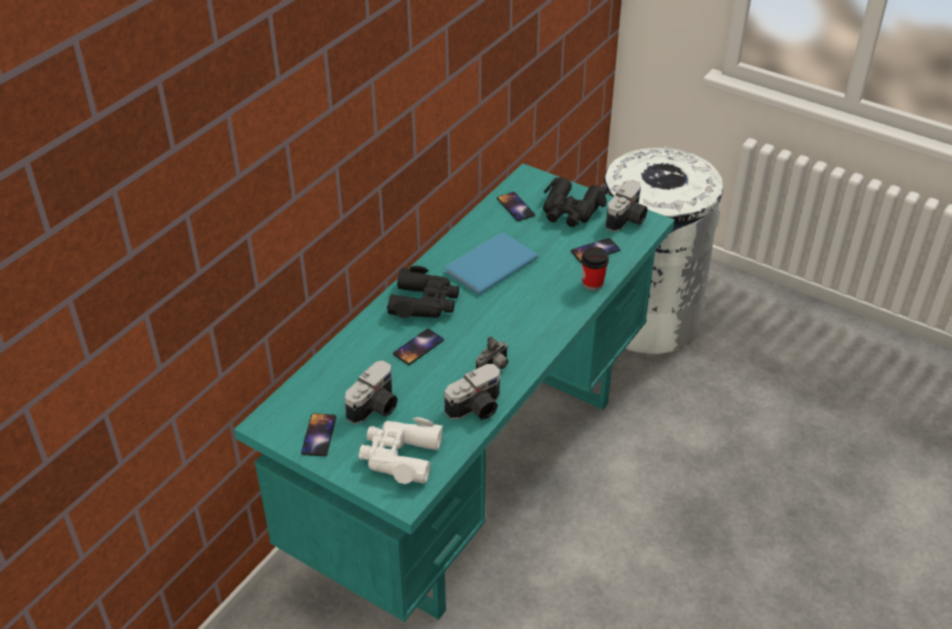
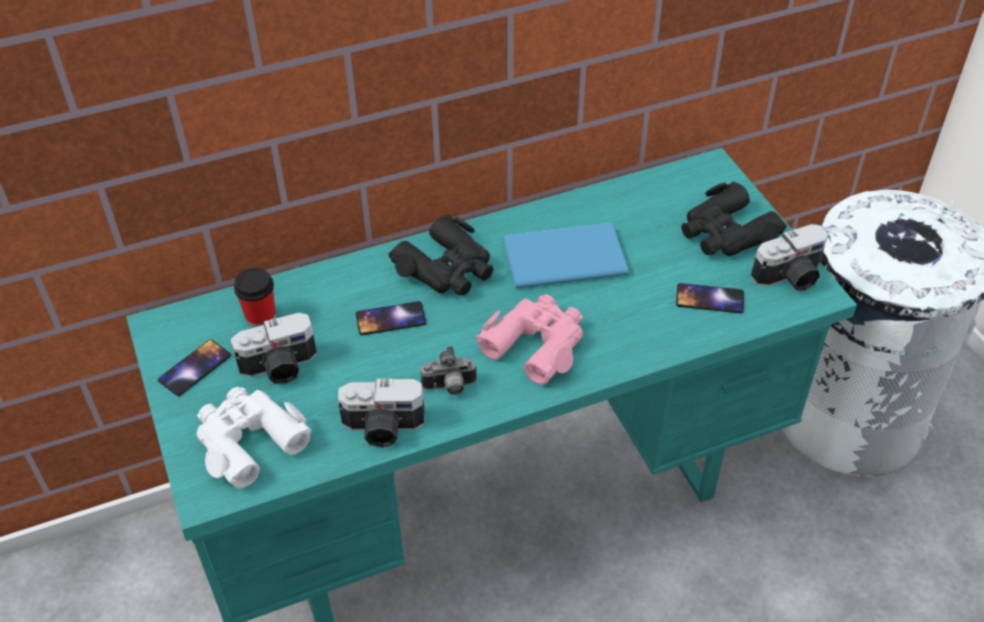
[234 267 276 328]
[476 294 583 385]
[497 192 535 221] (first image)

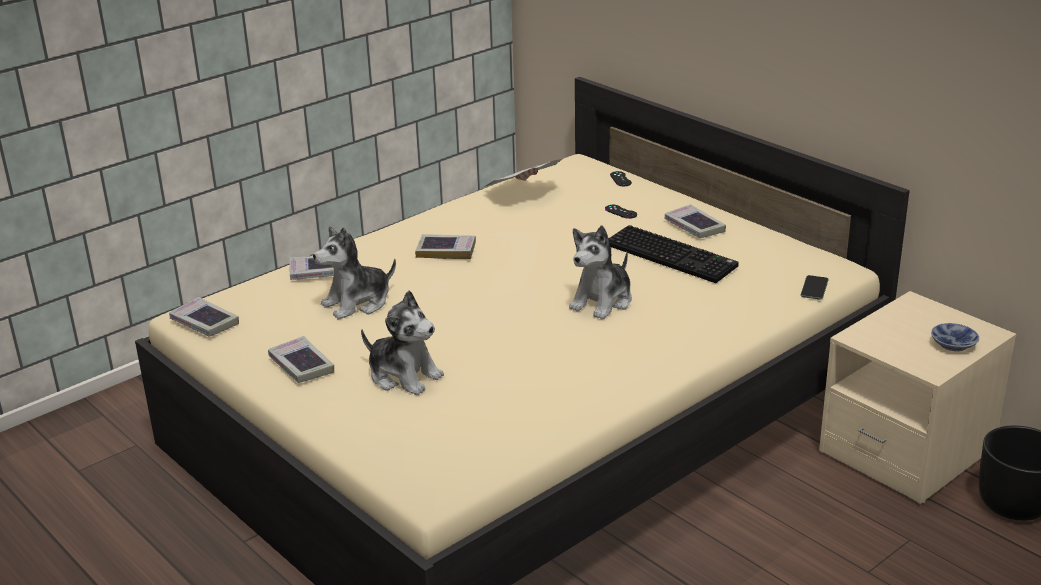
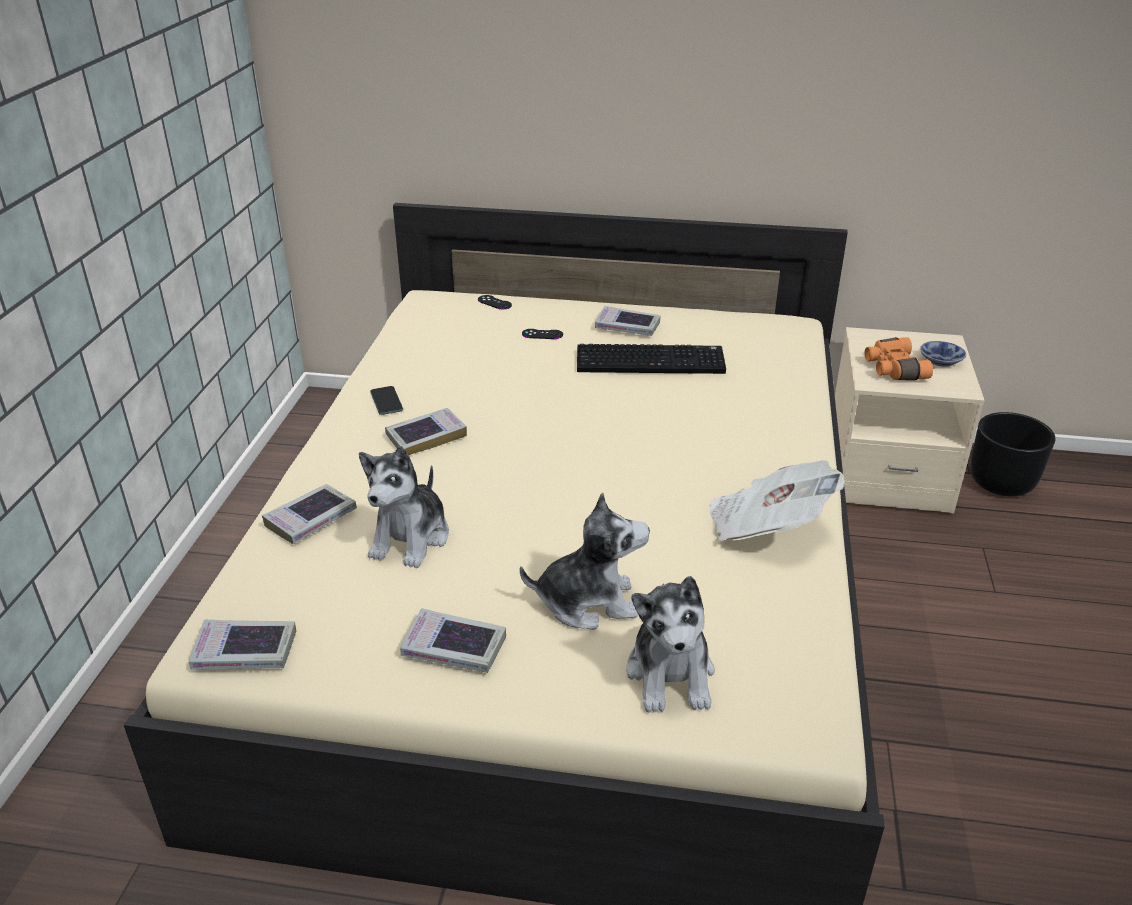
[370 386 403 415]
[626 576 715 713]
[709 460 845 542]
[865 337 933 380]

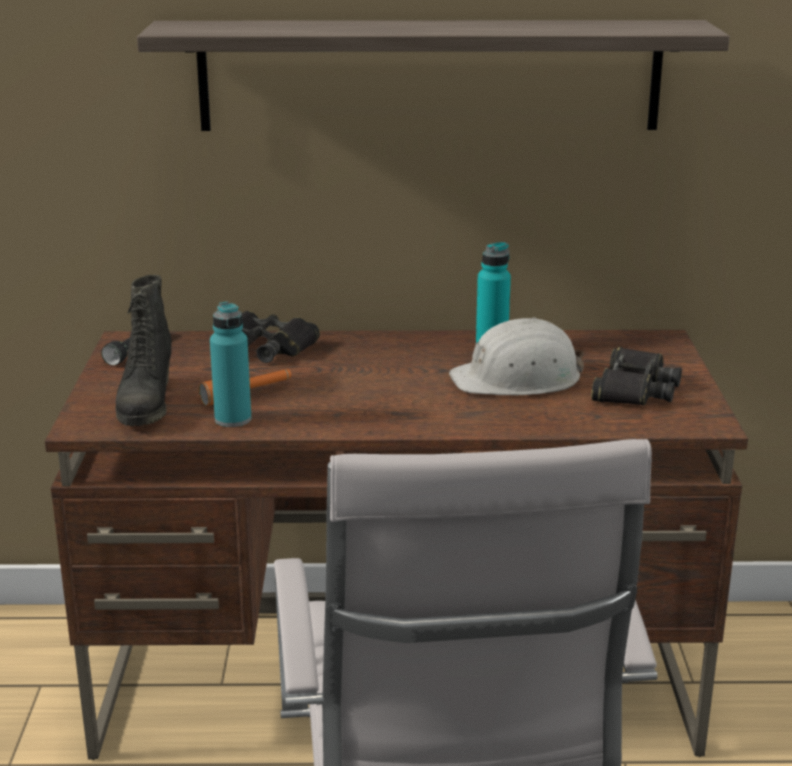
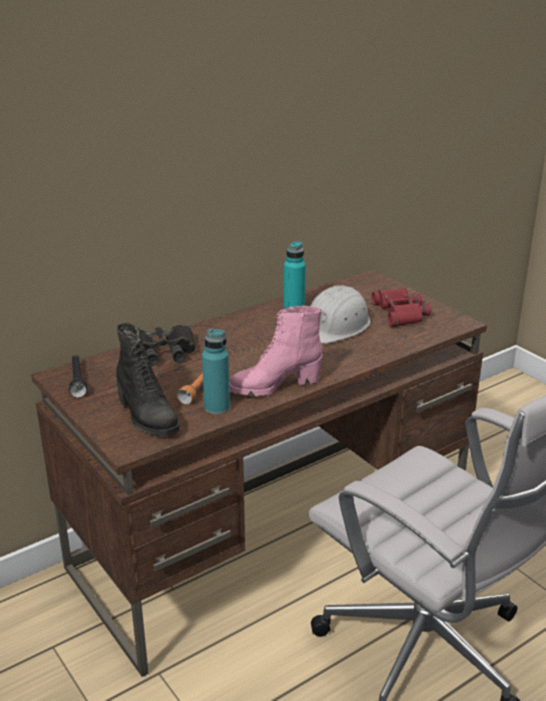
[229 306 323 397]
[371 288 431 327]
[137 20 730 131] (first image)

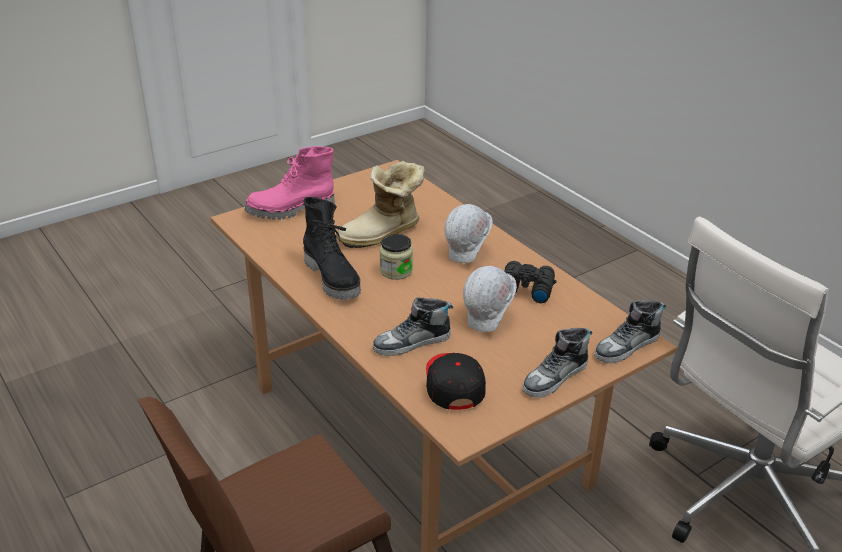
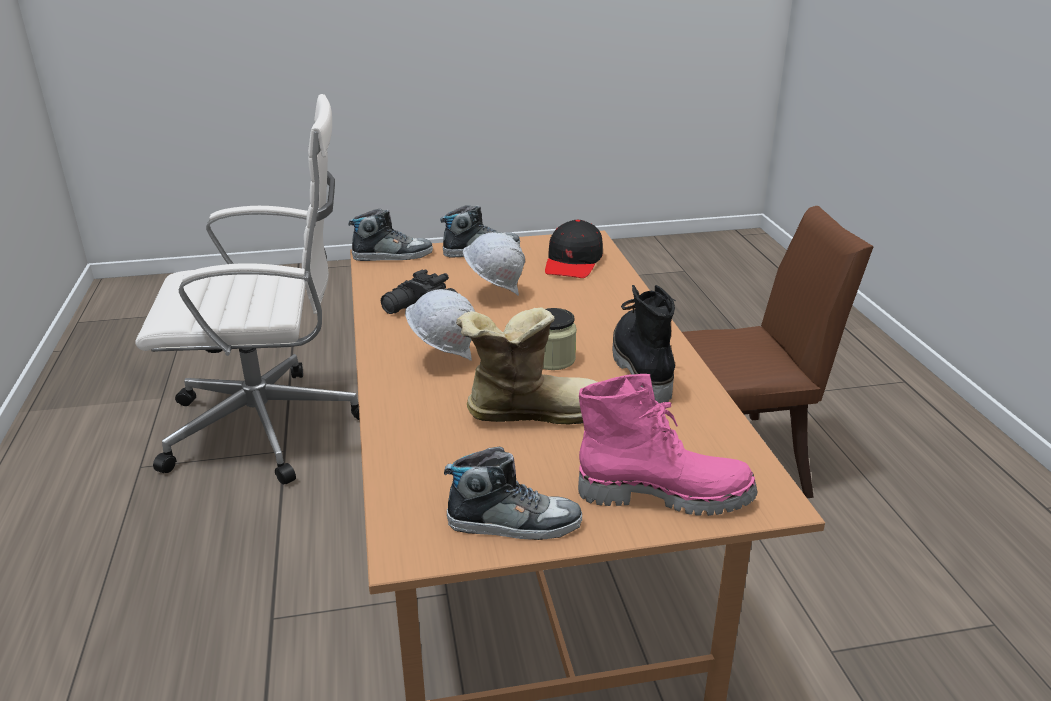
[444 447 582 540]

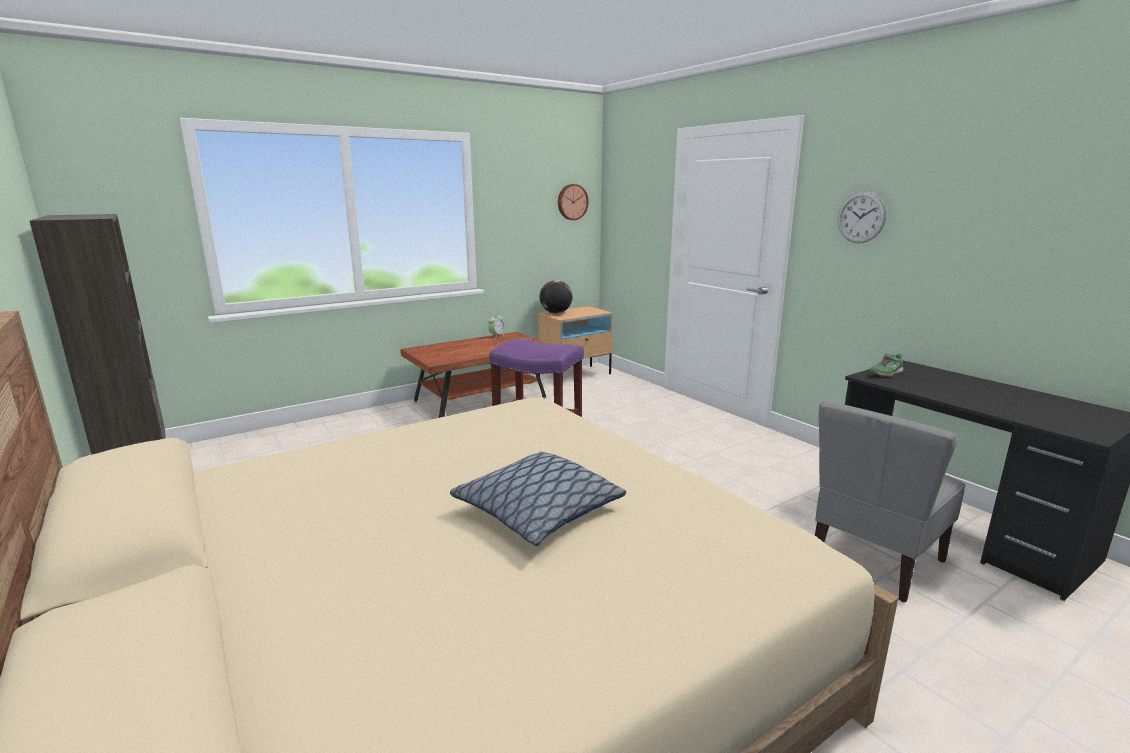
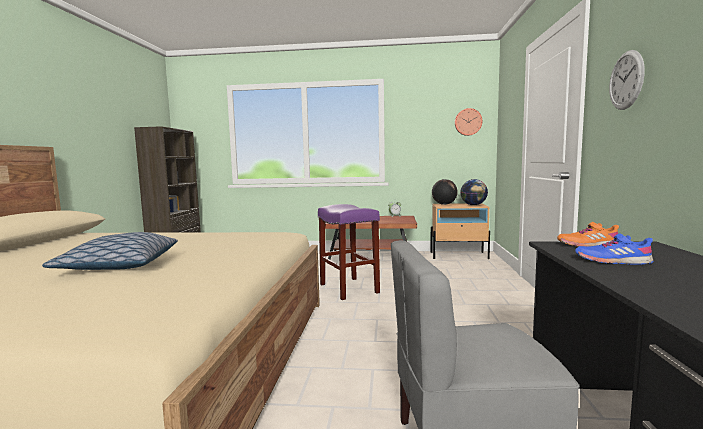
[460 179 488 205]
[557 222 619 247]
[575 233 653 265]

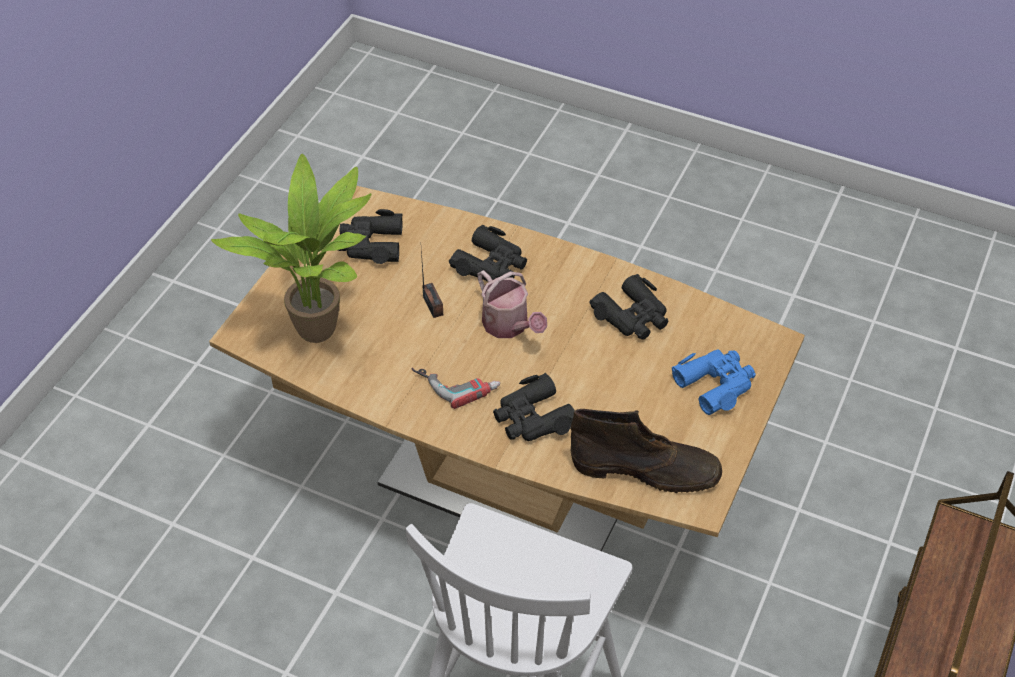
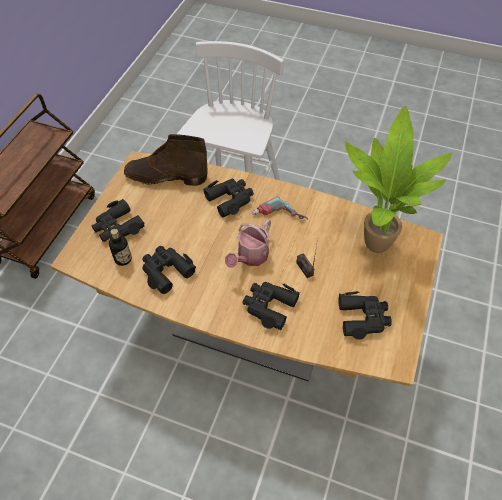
[92 199 144 242]
[109 229 132 266]
[225 219 271 268]

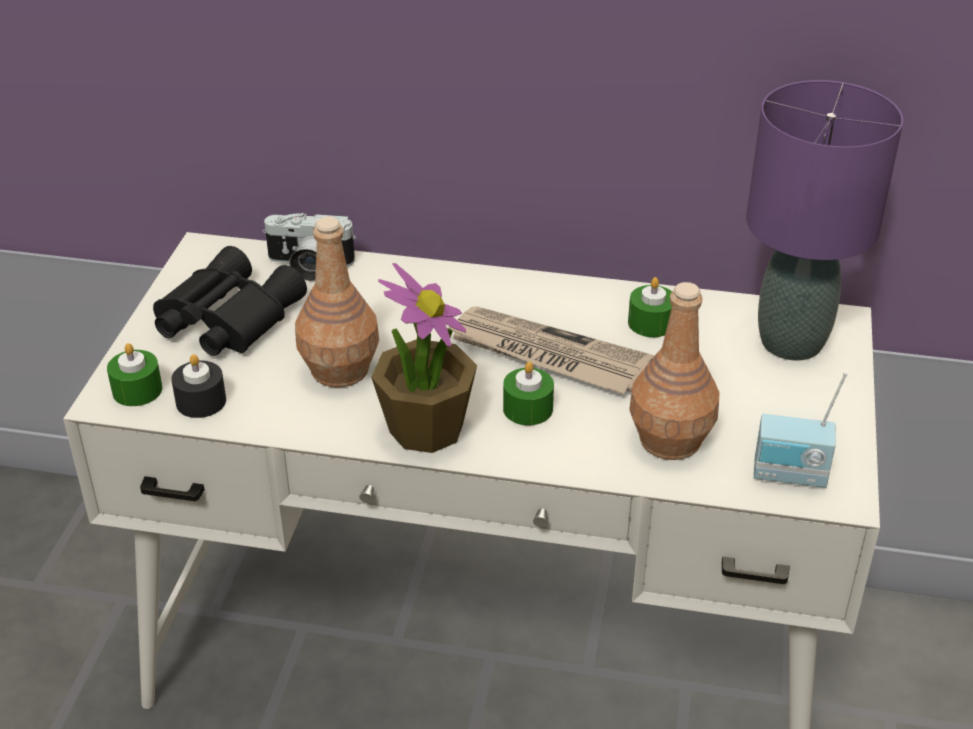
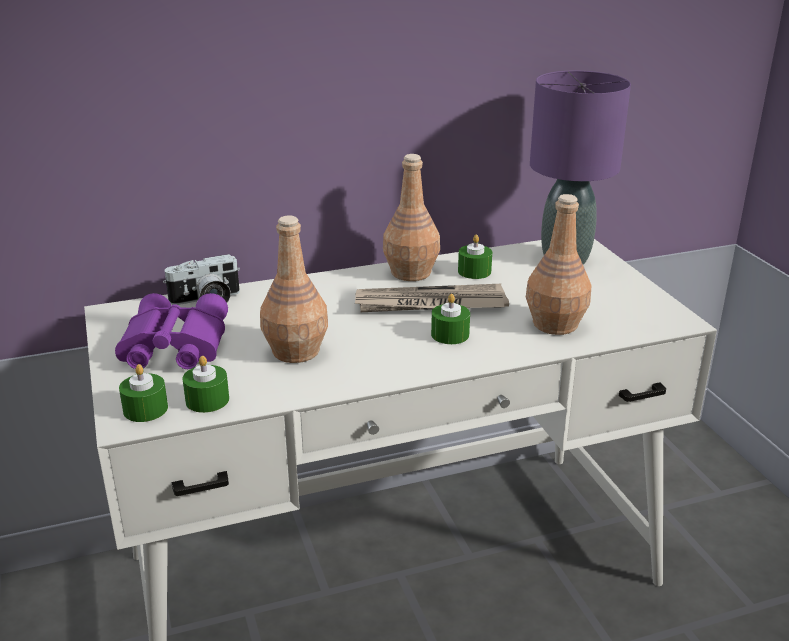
[115 293 228 369]
[183 356 229 413]
[383 154 440 281]
[371 263 477 453] (first image)
[754 372 848 488] (first image)

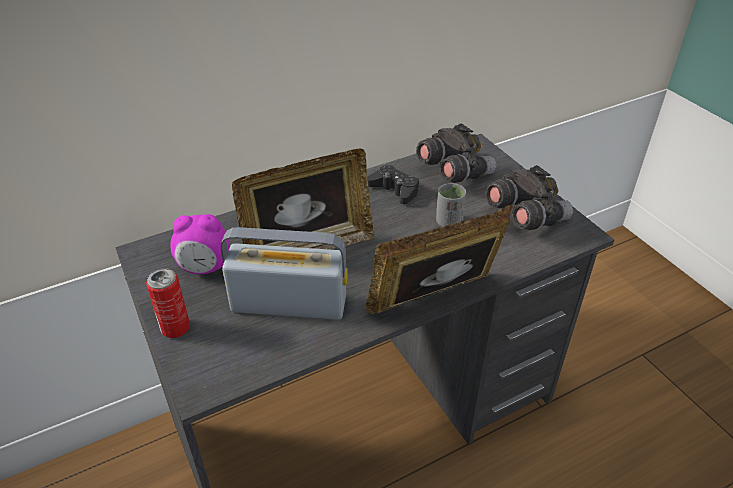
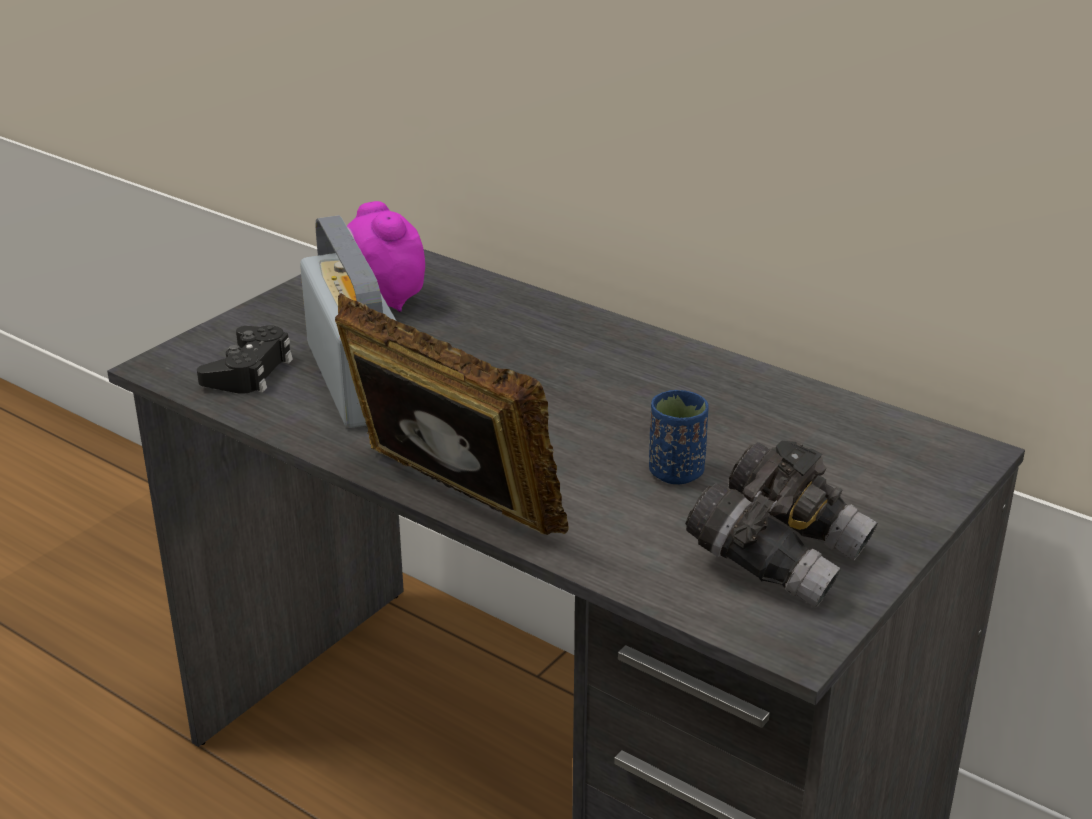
[197 325 293 394]
[649 390 709 484]
[146 268 190 338] (first image)
[232 149 374 250] (first image)
[416 123 497 183] (first image)

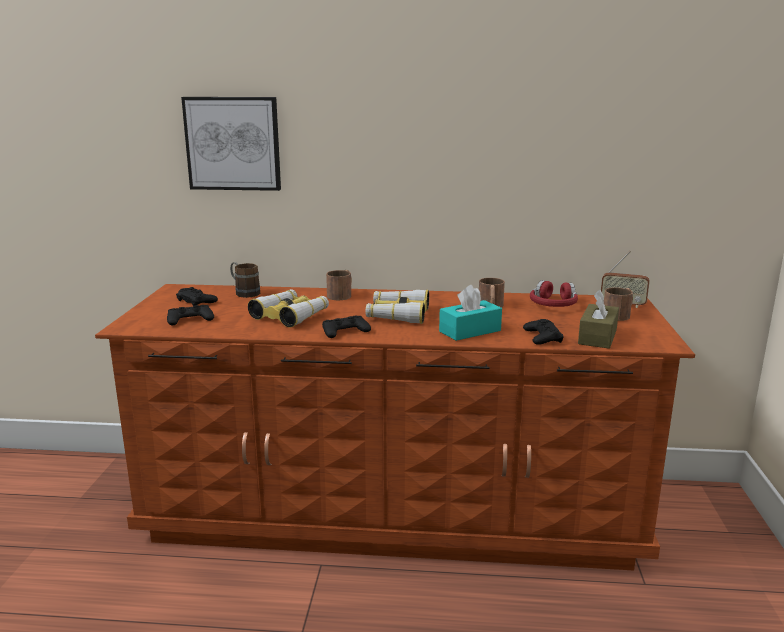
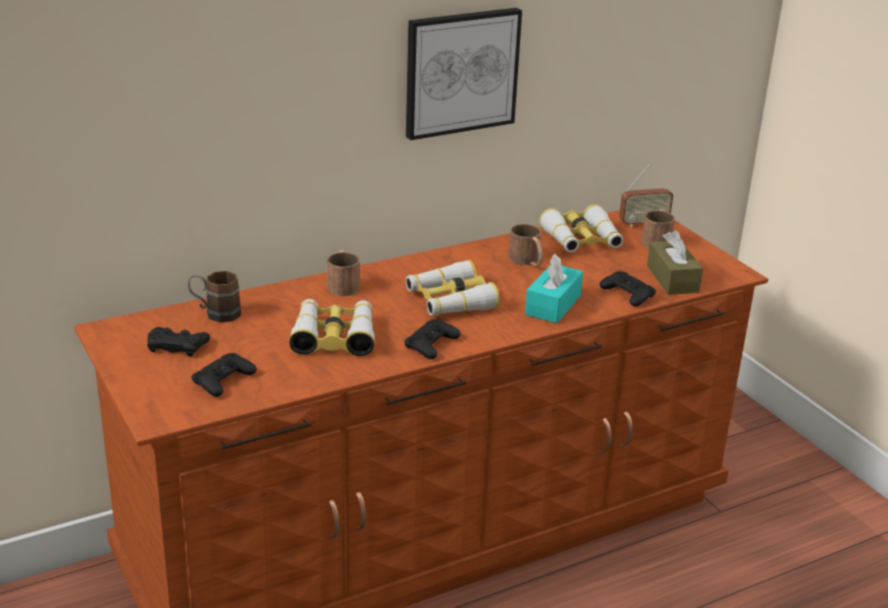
[406 8 522 140]
[539 204 623 252]

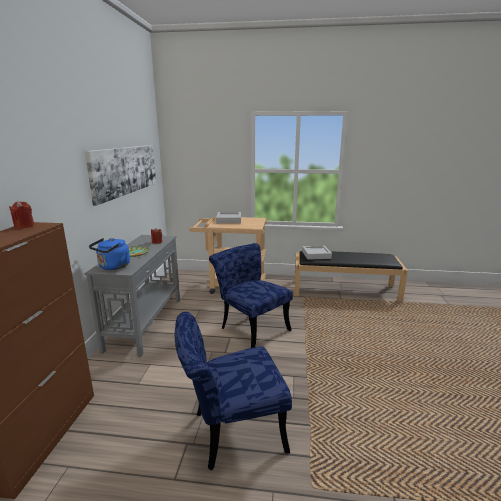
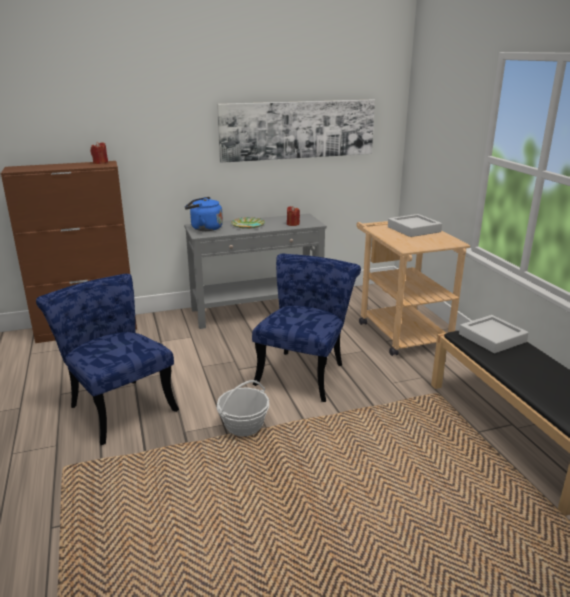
[217 380 269 437]

